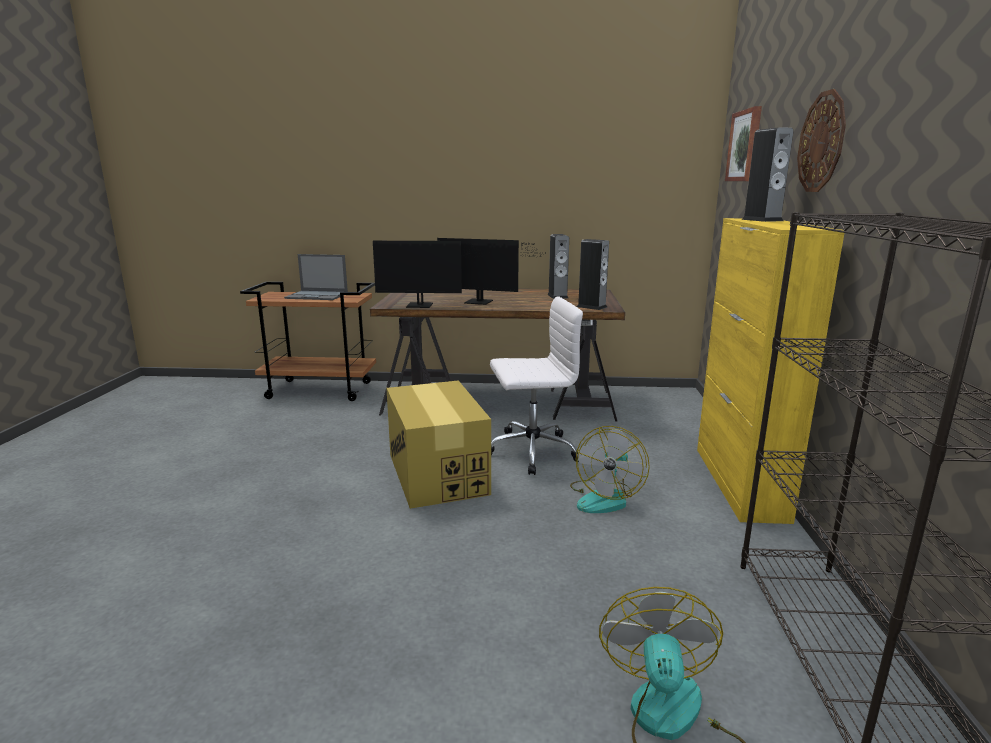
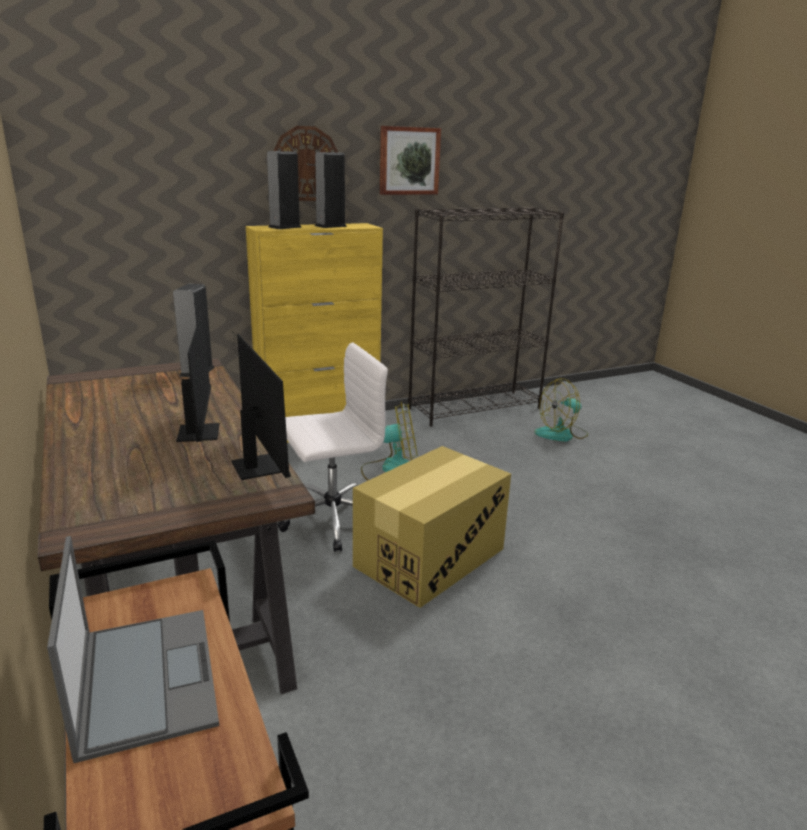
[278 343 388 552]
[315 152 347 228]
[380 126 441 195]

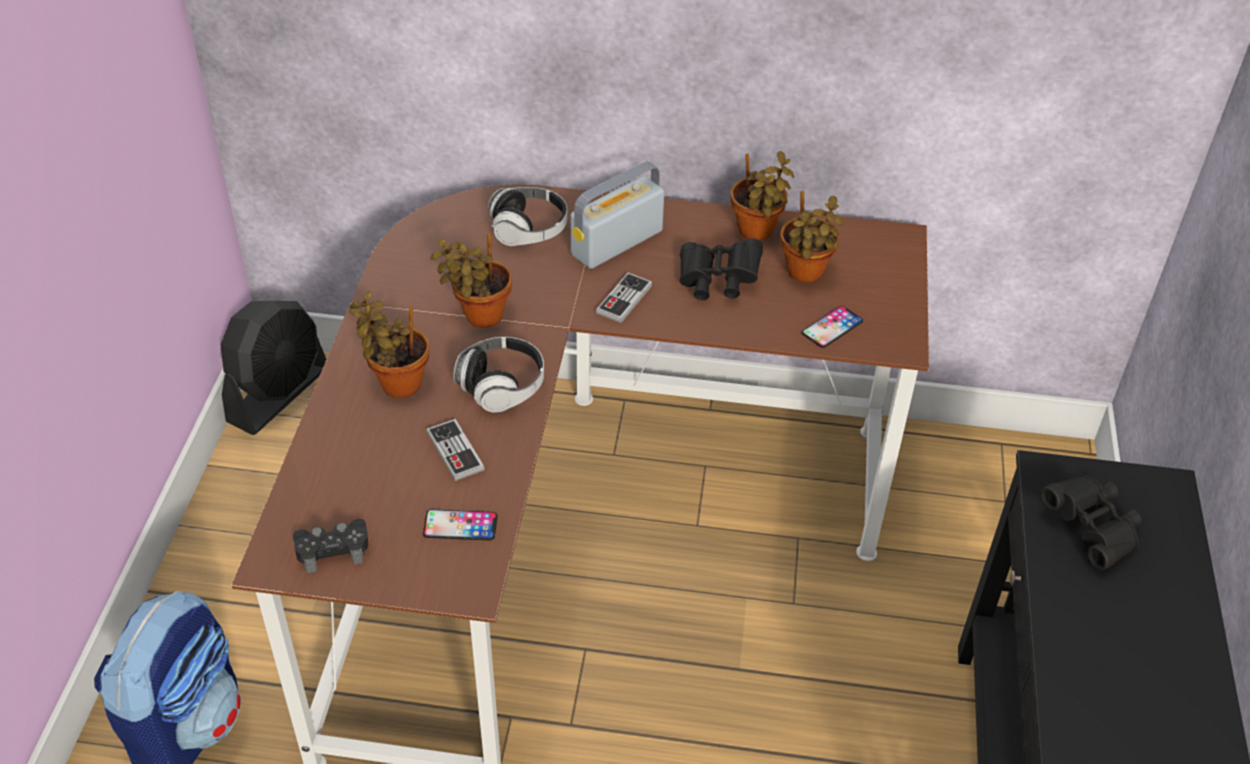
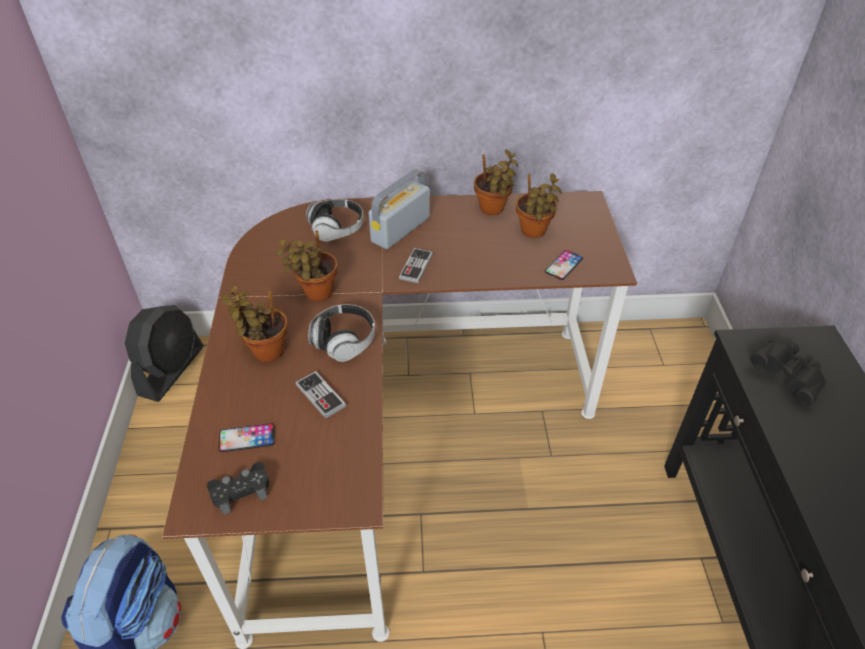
[218 423 275 452]
[680 238 763 300] (first image)

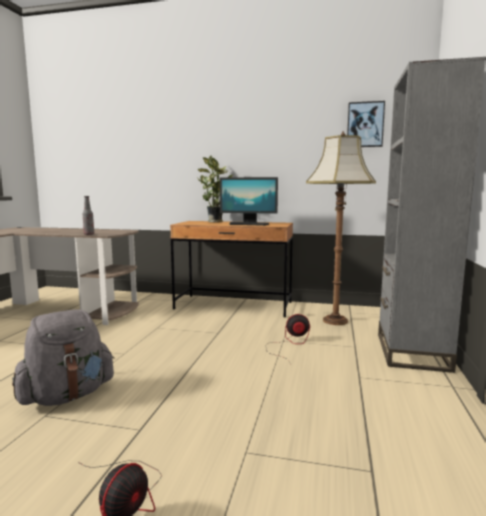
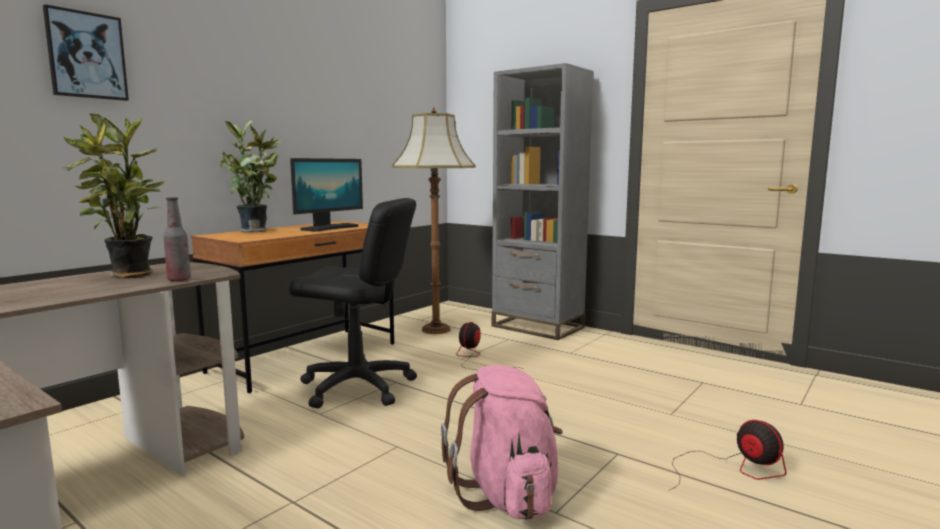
[43 4 129 101]
[62 114 165 279]
[289 198 417 409]
[441 365 563 520]

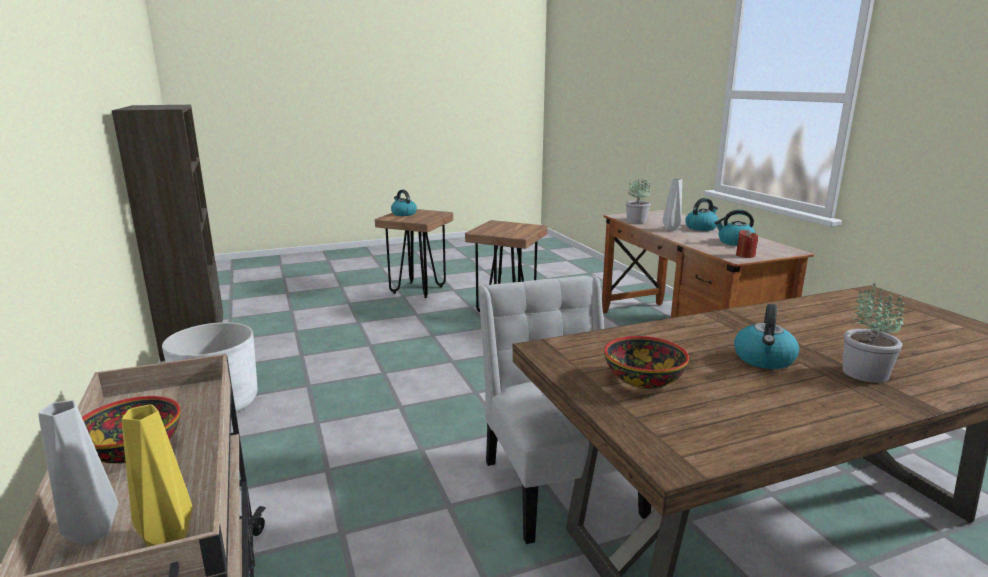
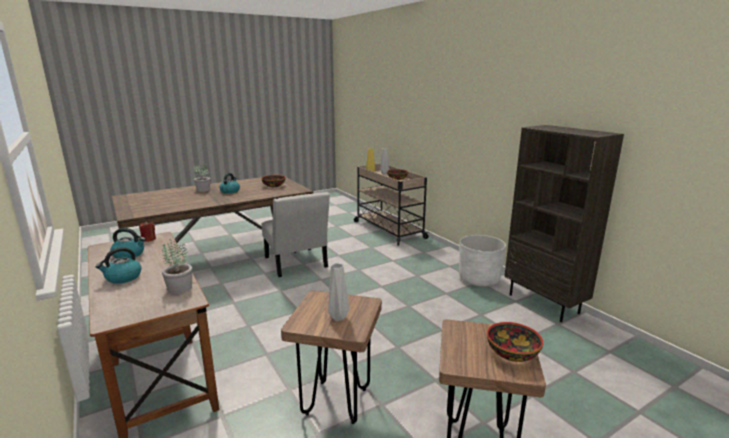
[328 263 349 321]
[487 322 543 362]

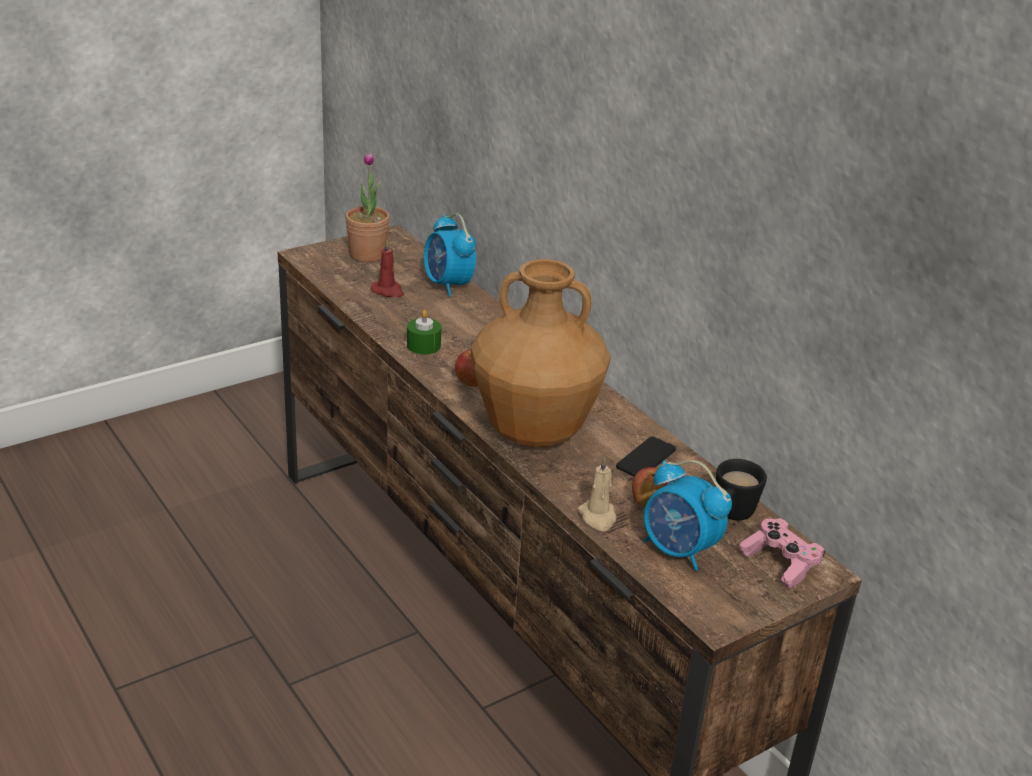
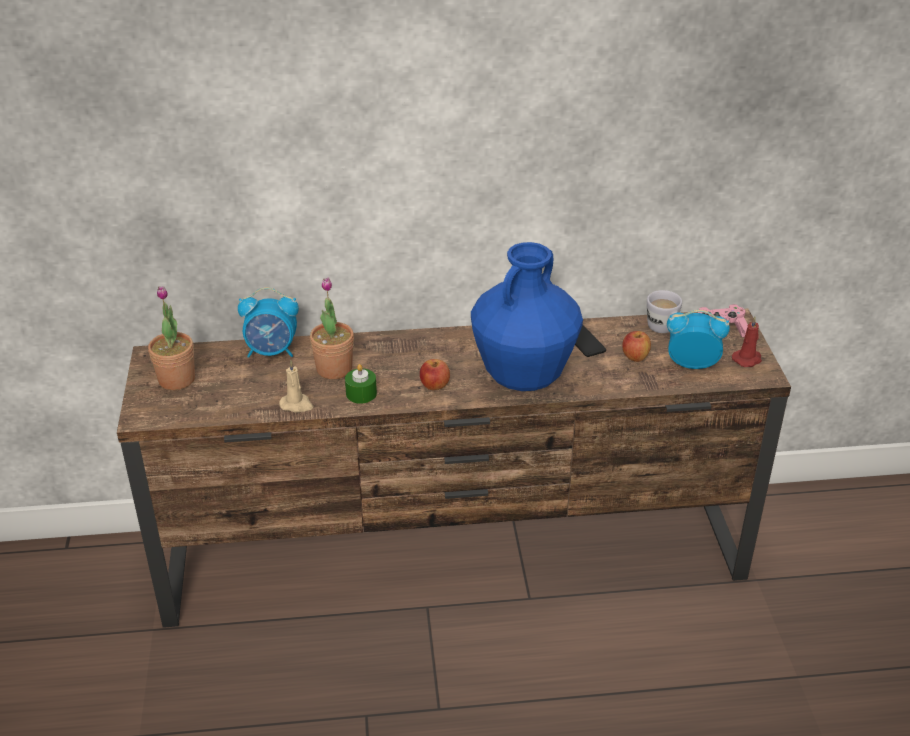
[279 360 313 413]
[310 277 354 379]
[471 242 583 391]
[647 290 682 333]
[667 310 730 369]
[732 317 762 367]

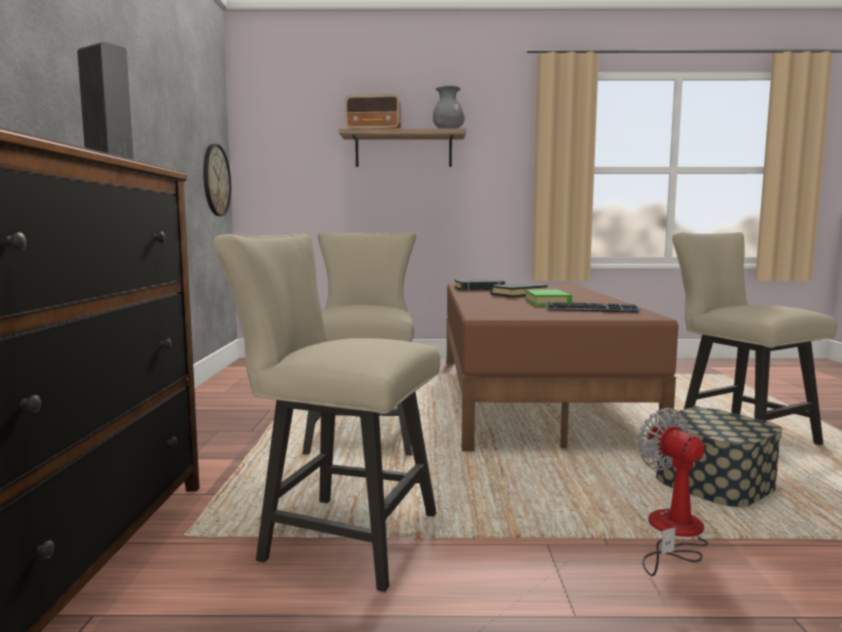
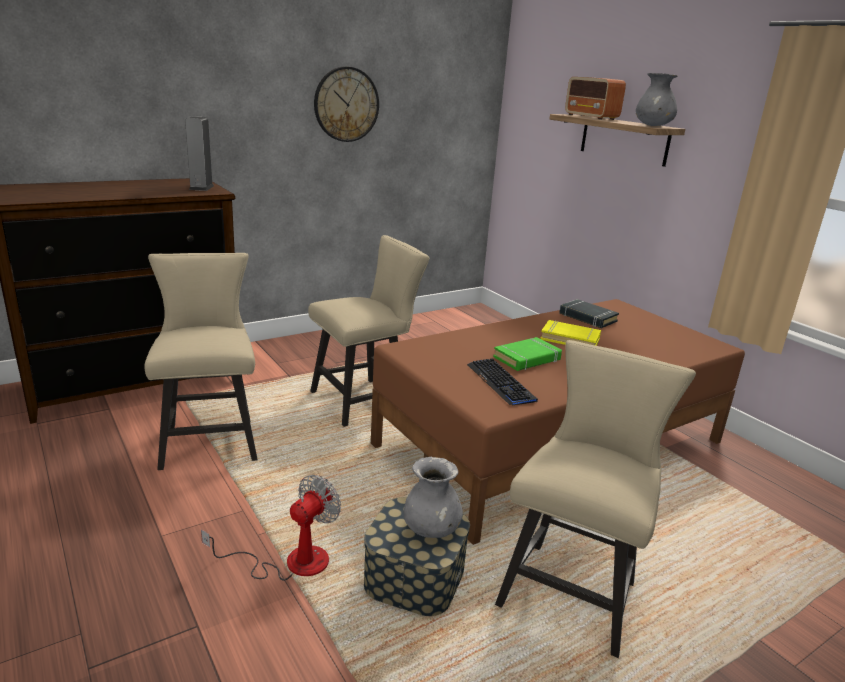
[314 67 379 142]
[404 457 463 538]
[540 320 601 346]

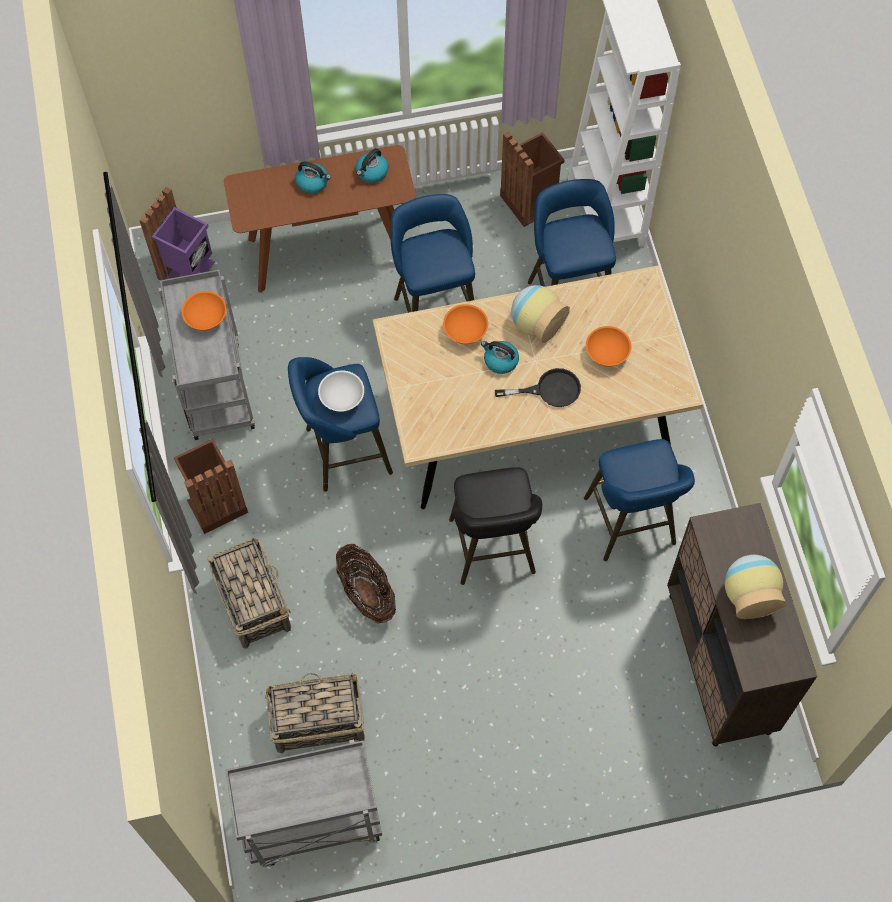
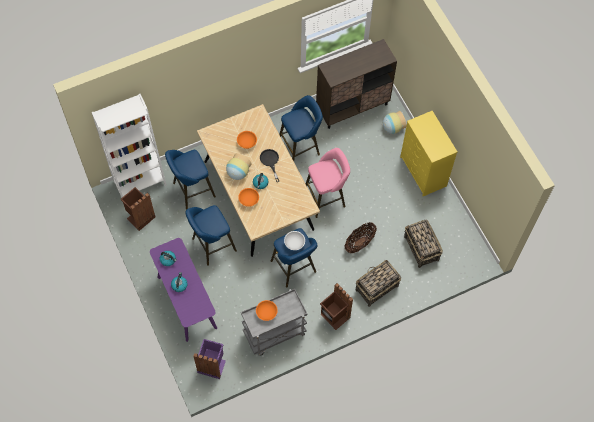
[150 238 217 342]
[306 148 350 218]
[383 111 407 134]
[400 111 457 196]
[225 739 382 867] (first image)

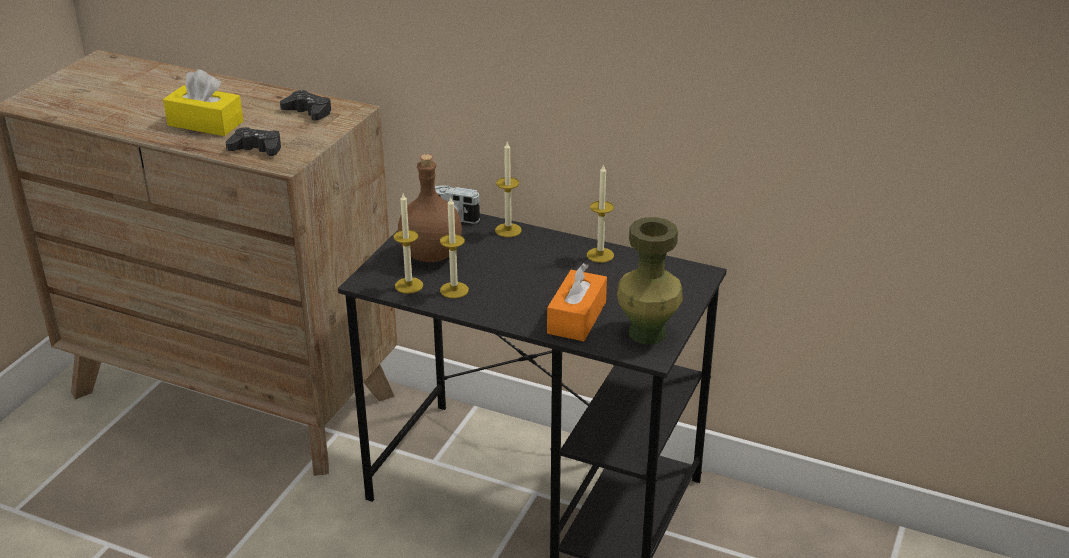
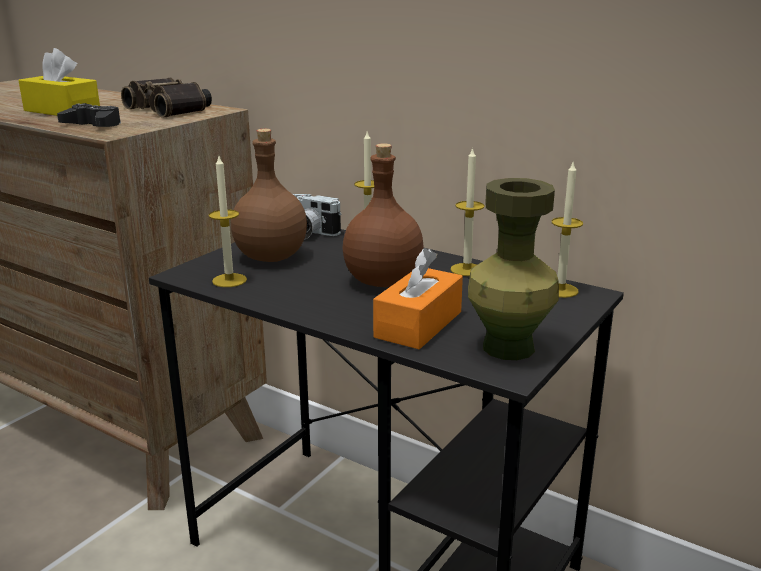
[121 78 212 118]
[342 143 423 287]
[552 160 583 298]

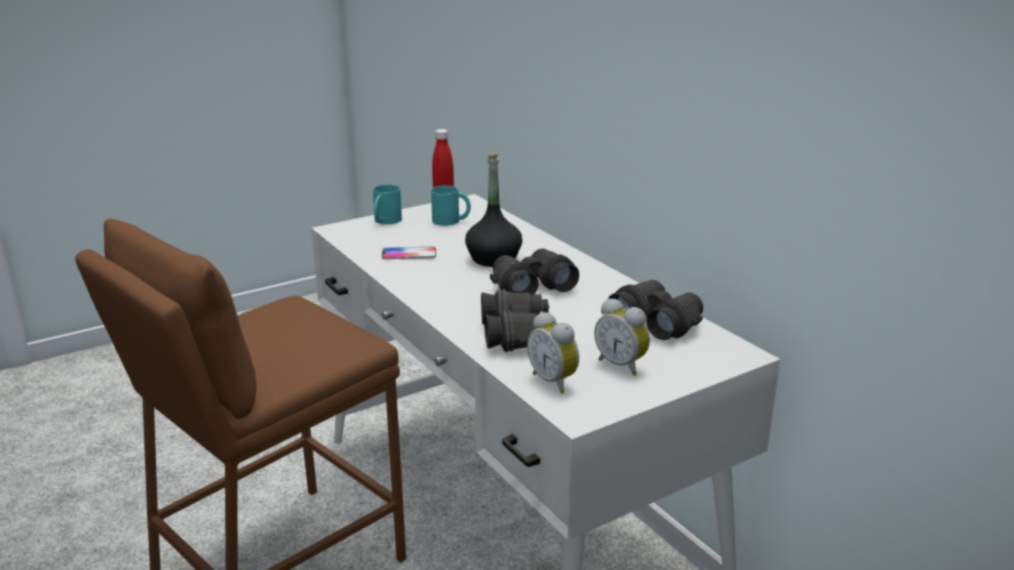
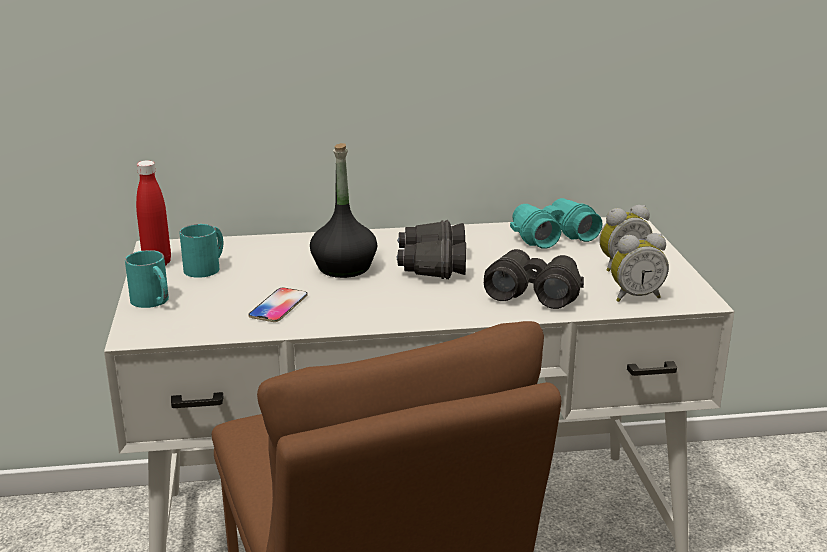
[510 198 602 249]

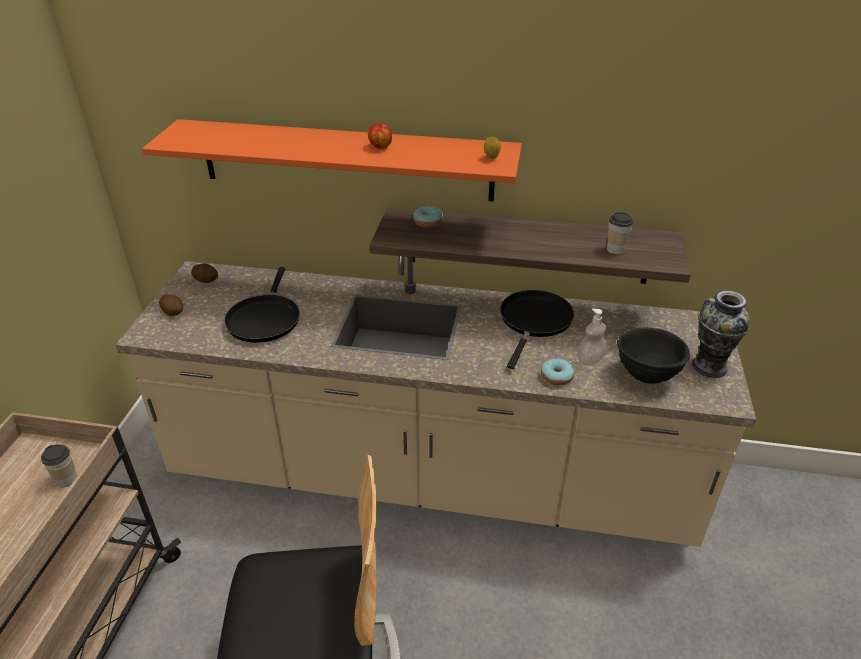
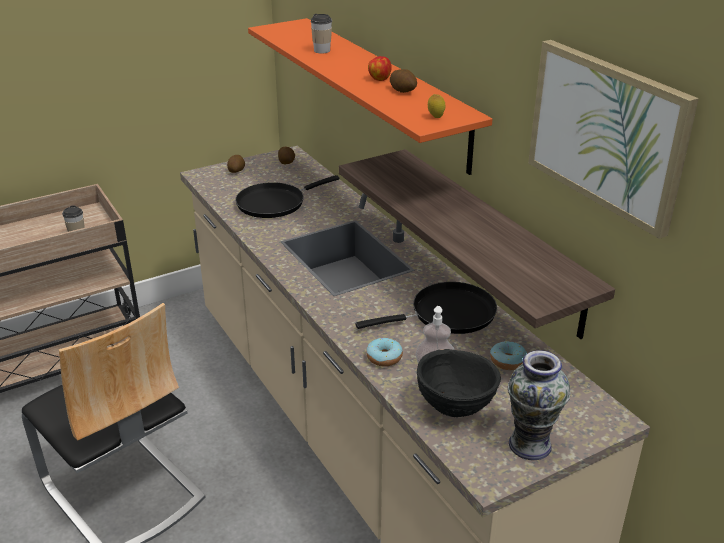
[310 14 332 54]
[390 69 417 93]
[490 341 527 370]
[528 40 699 239]

